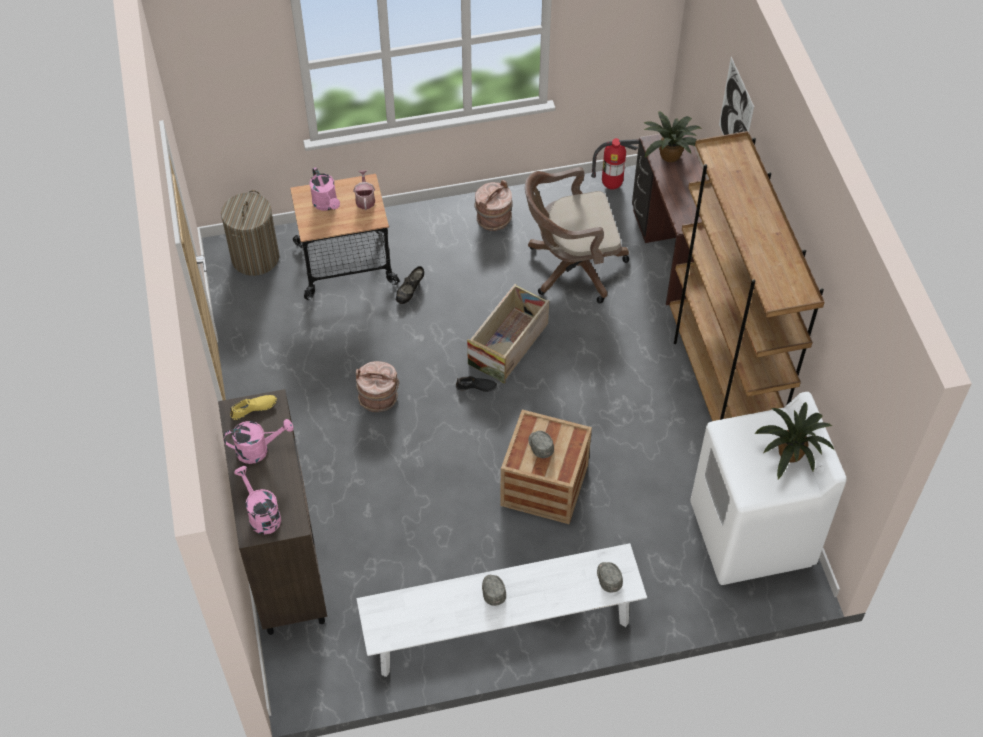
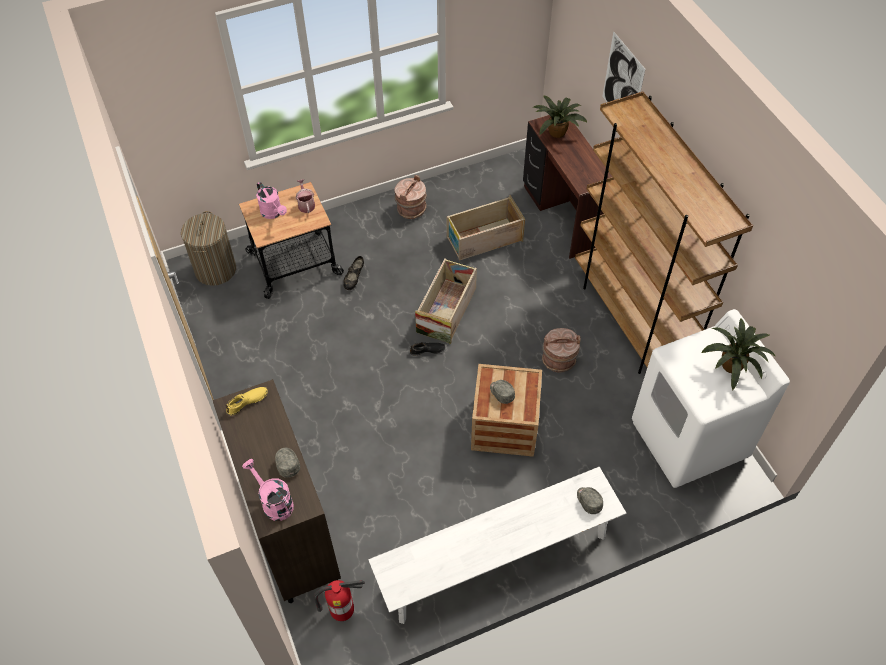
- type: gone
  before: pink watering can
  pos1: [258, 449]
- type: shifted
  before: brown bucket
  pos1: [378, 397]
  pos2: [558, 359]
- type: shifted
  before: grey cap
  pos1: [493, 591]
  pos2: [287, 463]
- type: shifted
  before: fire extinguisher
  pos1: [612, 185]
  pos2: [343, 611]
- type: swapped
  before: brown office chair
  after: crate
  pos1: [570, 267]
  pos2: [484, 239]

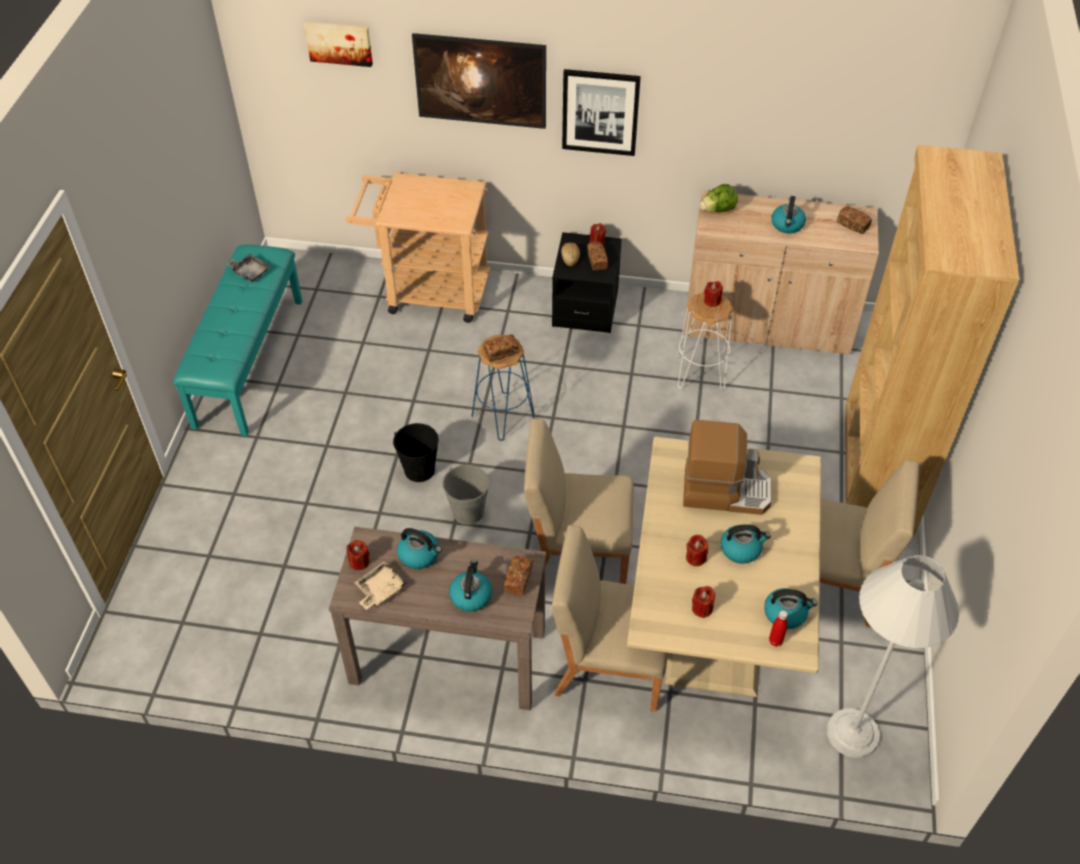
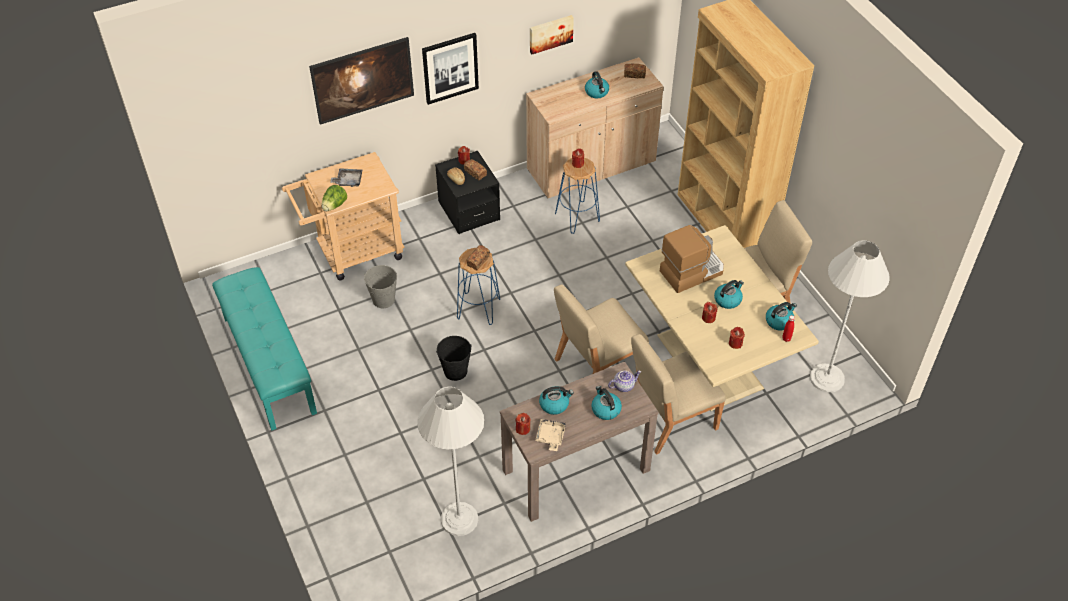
- type: new
  after: white floor lamp
  pos2: [459, 519]
- type: shifted
  before: grey tray
  pos1: [250, 272]
  pos2: [348, 181]
- type: shifted
  before: picture
  pos1: [339, 42]
  pos2: [550, 33]
- type: shifted
  before: grey bucket
  pos1: [468, 511]
  pos2: [383, 299]
- type: shifted
  before: lettuce
  pos1: [717, 210]
  pos2: [334, 205]
- type: swapped
  before: bread
  after: teapot
  pos1: [518, 580]
  pos2: [623, 385]
- type: repainted
  before: white stool
  after: blue stool
  pos1: [700, 373]
  pos2: [577, 217]

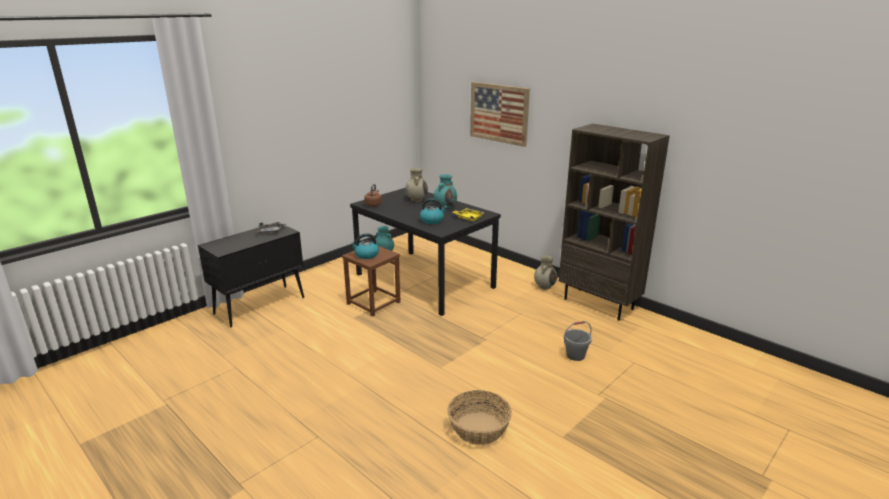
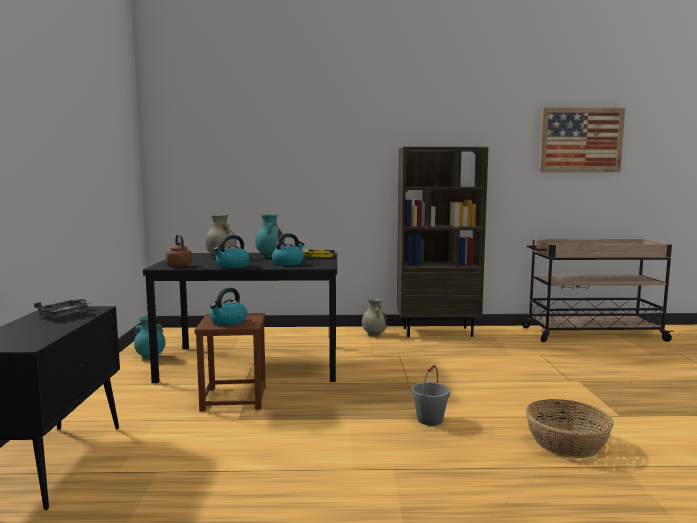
- type: new
  after: kettle
  pos2: [232, 266]
- type: new
  after: beige cart
  pos2: [591, 334]
- type: shifted
  before: picture
  pos1: [499, 113]
  pos2: [581, 140]
- type: shifted
  before: grey bucket
  pos1: [575, 355]
  pos2: [429, 419]

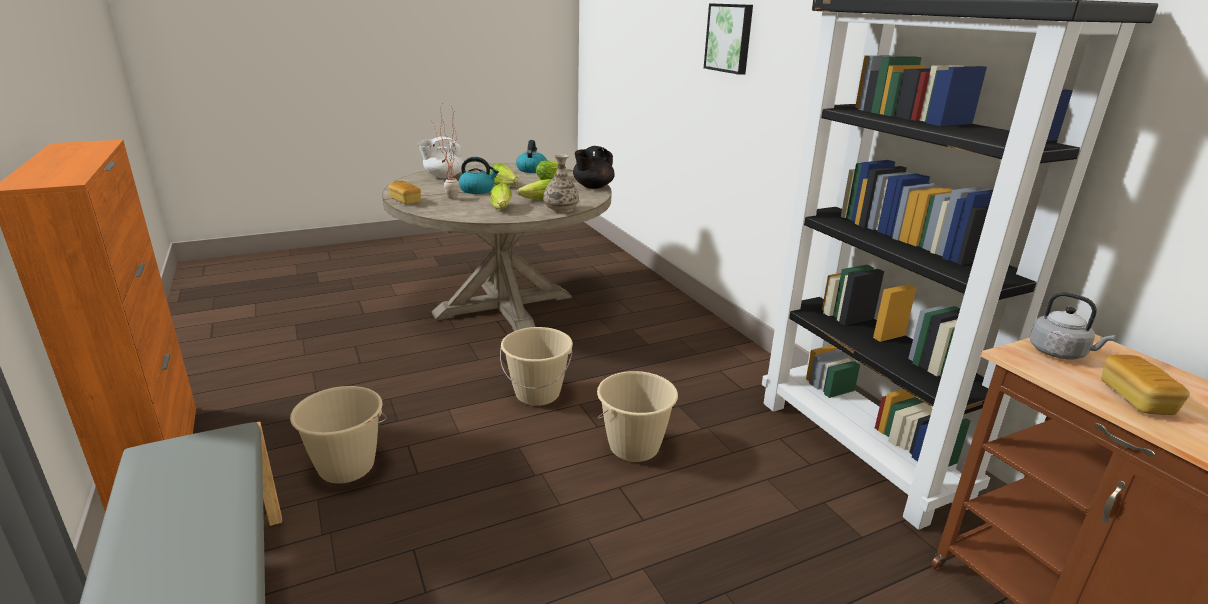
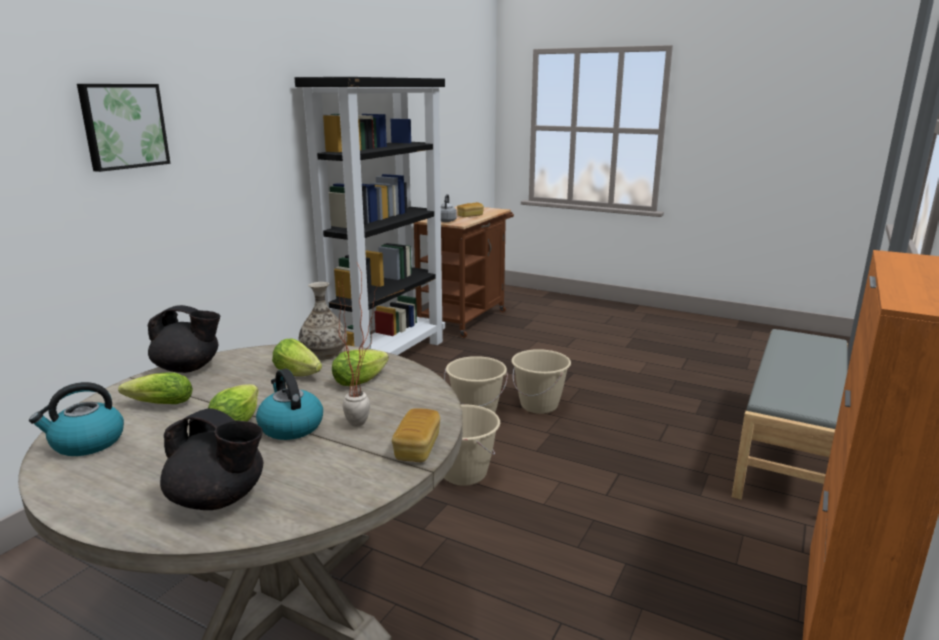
- type: shifted
  before: beige bucket
  pos1: [346, 467]
  pos2: [539, 405]
- type: repainted
  before: white teapot
  after: black teapot
  pos1: [443, 176]
  pos2: [219, 499]

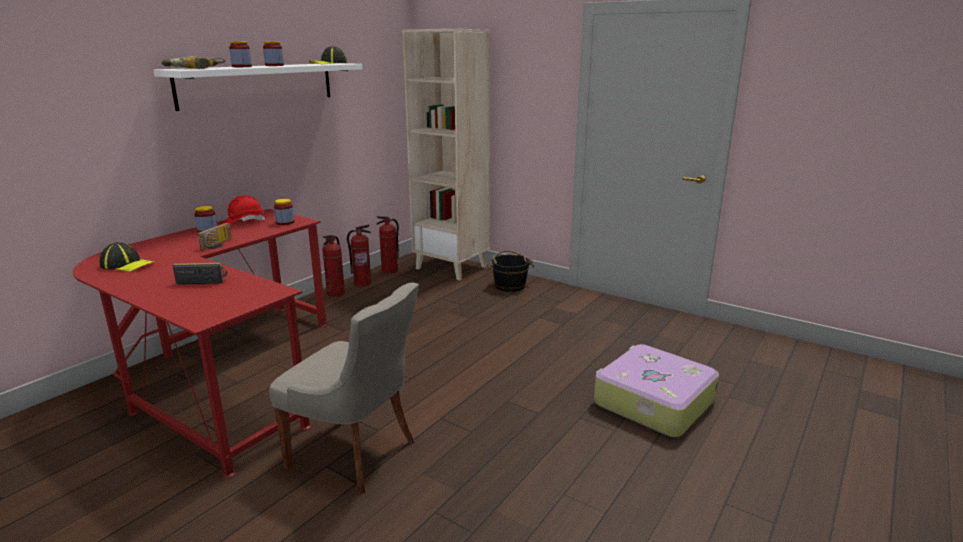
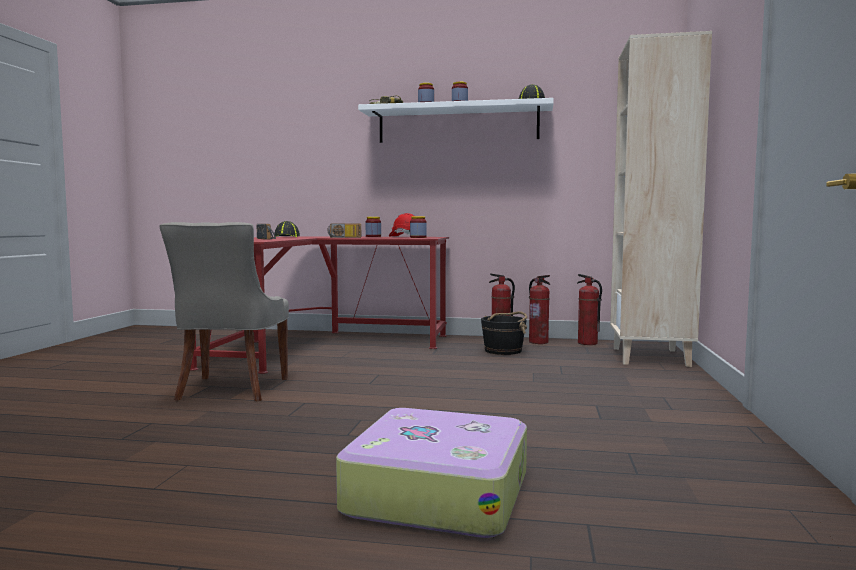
- type: shifted
  before: black bucket
  pos1: [510, 285]
  pos2: [504, 350]

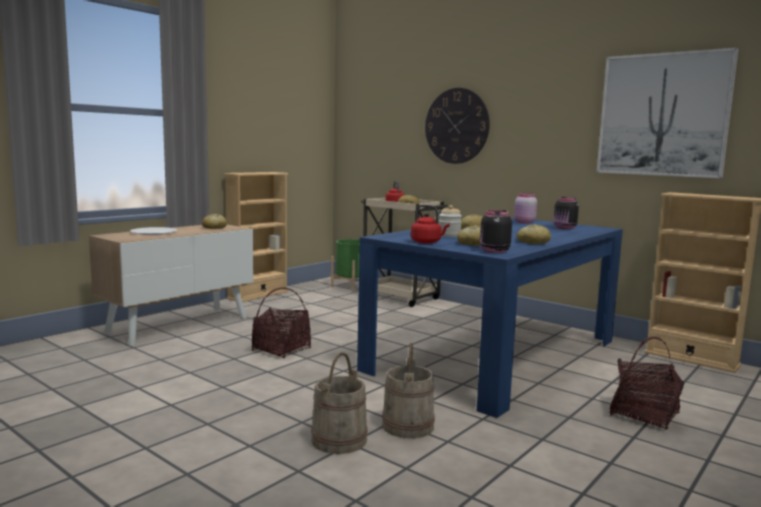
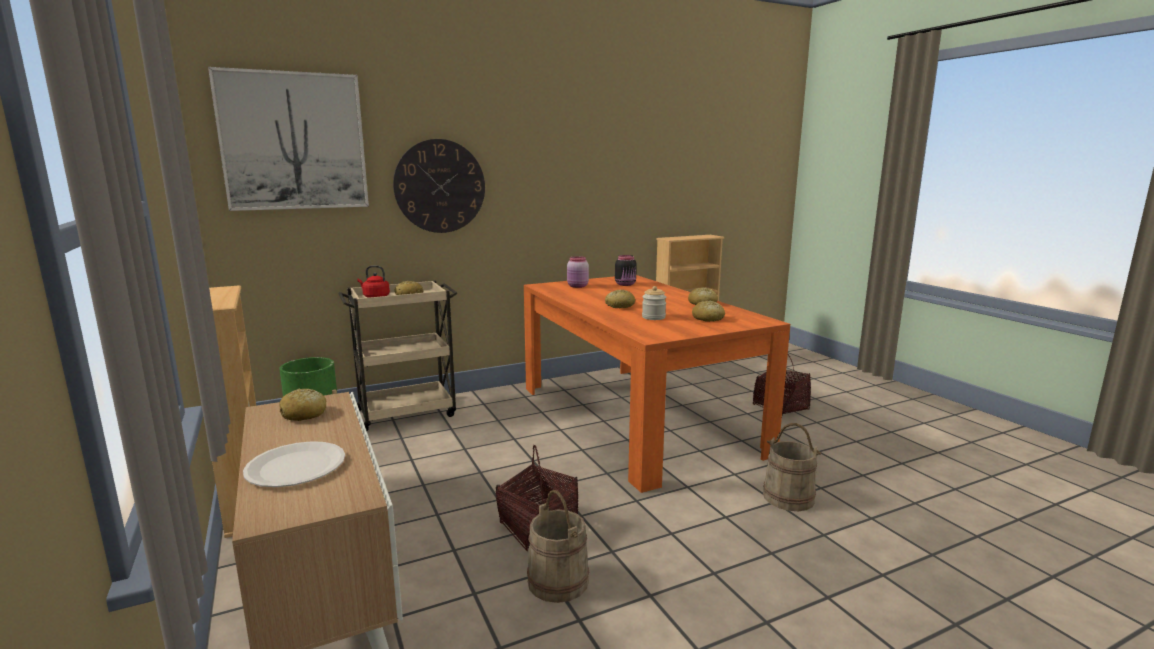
- type: gone
  before: red kettle
  pos1: [427, 242]
- type: gone
  before: black jar
  pos1: [493, 251]
- type: shifted
  before: beige bucket
  pos1: [338, 439]
  pos2: [557, 581]
- type: shifted
  before: picture
  pos1: [663, 115]
  pos2: [294, 141]
- type: repainted
  before: blue dining table
  after: orange dining table
  pos1: [495, 355]
  pos2: [636, 418]

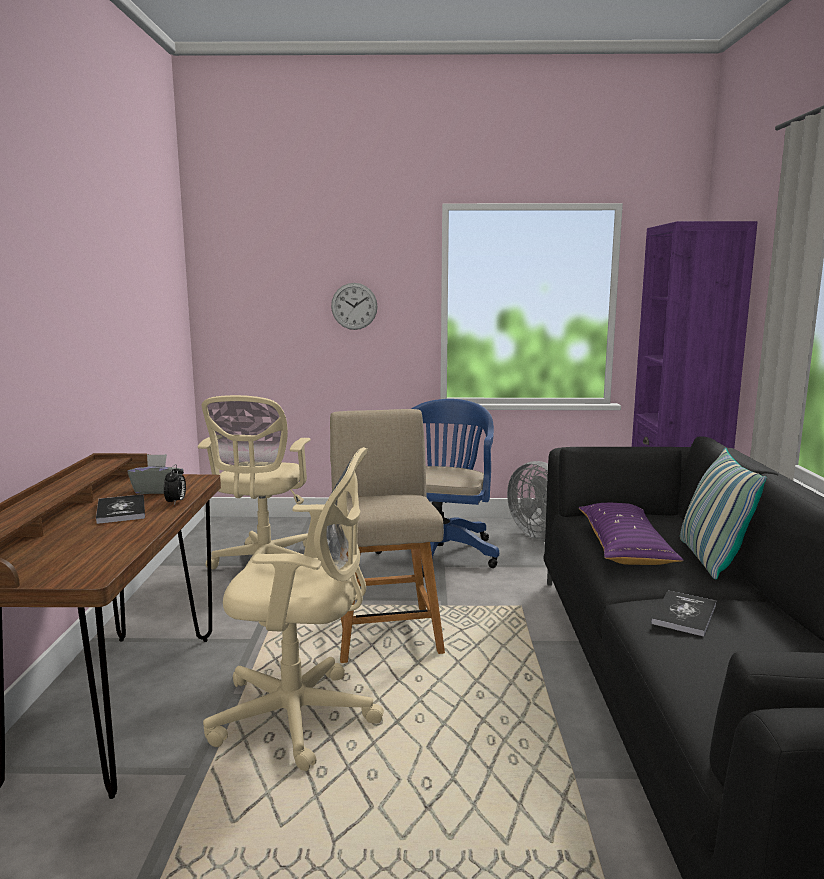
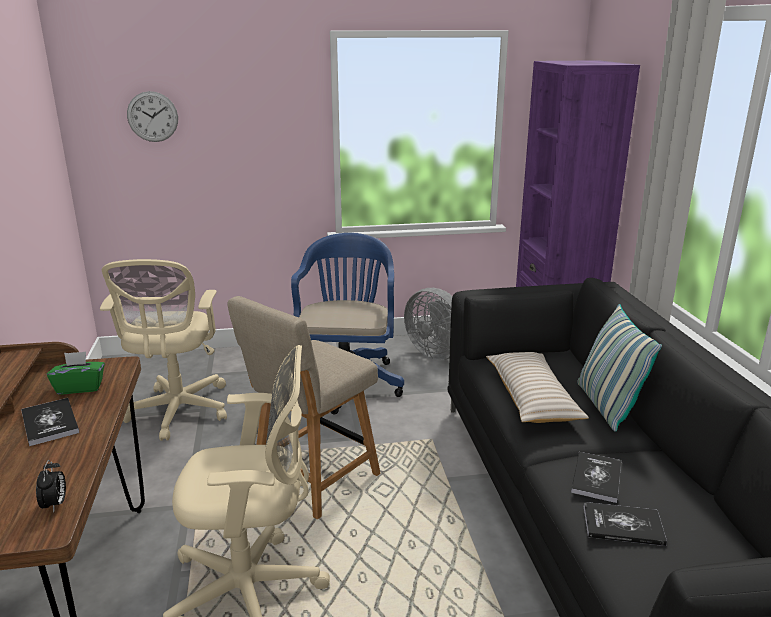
- type: new
  after: book
  pos2: [623, 525]
- type: shifted
  before: alarm clock
  pos1: [176, 502]
  pos2: [55, 505]
- type: shifted
  before: wall clock
  pos1: [354, 306]
  pos2: [152, 116]
- type: repainted
  before: grey tissue box
  after: green tissue box
  pos1: [158, 490]
  pos2: [80, 387]
- type: repainted
  before: purple pillow
  after: beige pillow
  pos1: [624, 548]
  pos2: [531, 398]
- type: rotated
  before: beige chair
  pos1: [385, 631]
  pos2: [312, 481]
  turn: -120

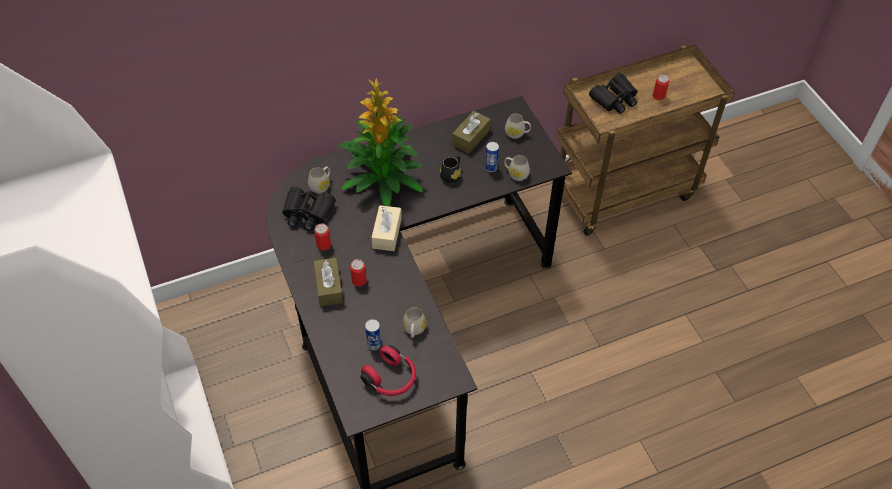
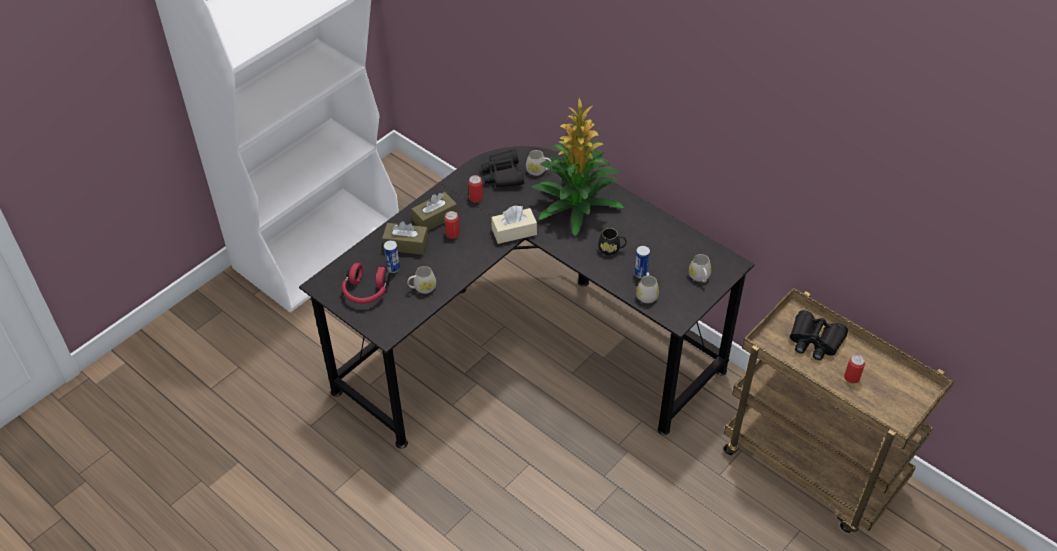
- type: shifted
  before: brown tissue box
  pos1: [470, 137]
  pos2: [406, 245]

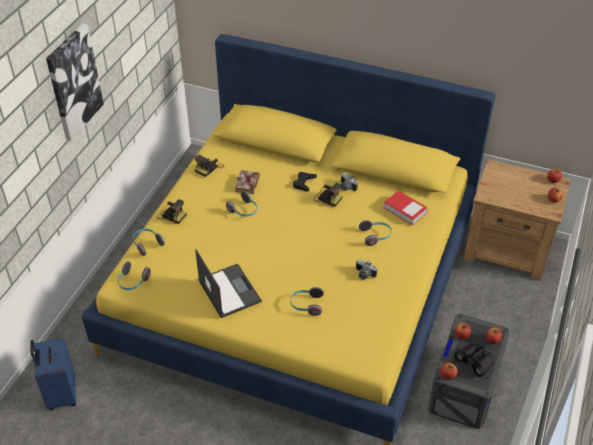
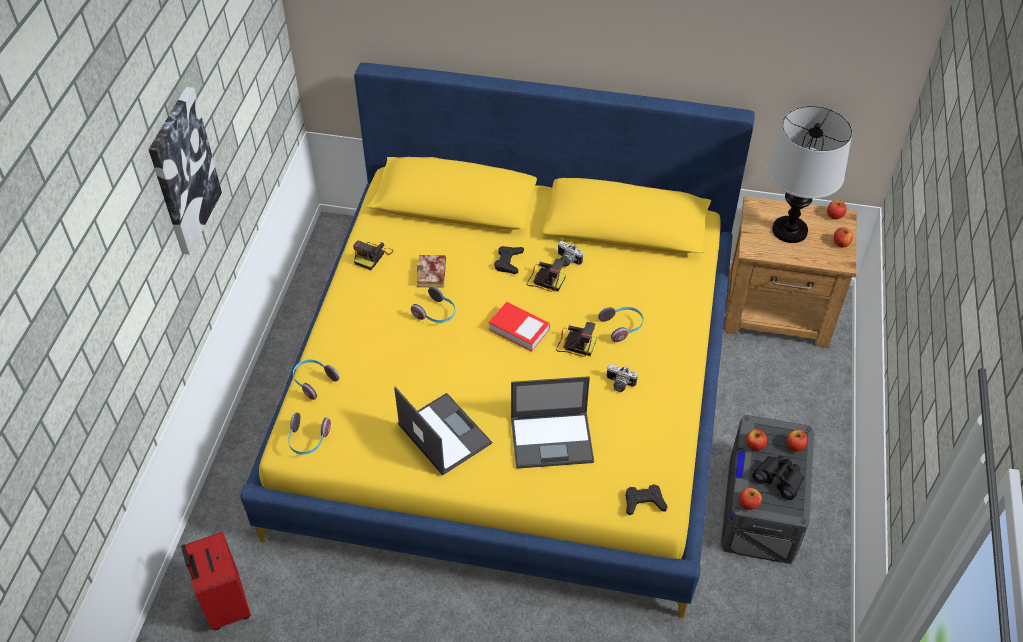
- type: new
  after: black game controller
  pos2: [644, 502]
- type: new
  after: table lamp
  pos2: [789, 230]
- type: shifted
  before: photo camera
  pos1: [171, 215]
  pos2: [575, 343]
- type: shifted
  before: book
  pos1: [405, 210]
  pos2: [519, 329]
- type: swapped
  before: headphones
  after: laptop
  pos1: [306, 305]
  pos2: [552, 439]
- type: repainted
  before: blue suitcase
  after: red suitcase
  pos1: [61, 394]
  pos2: [225, 605]

